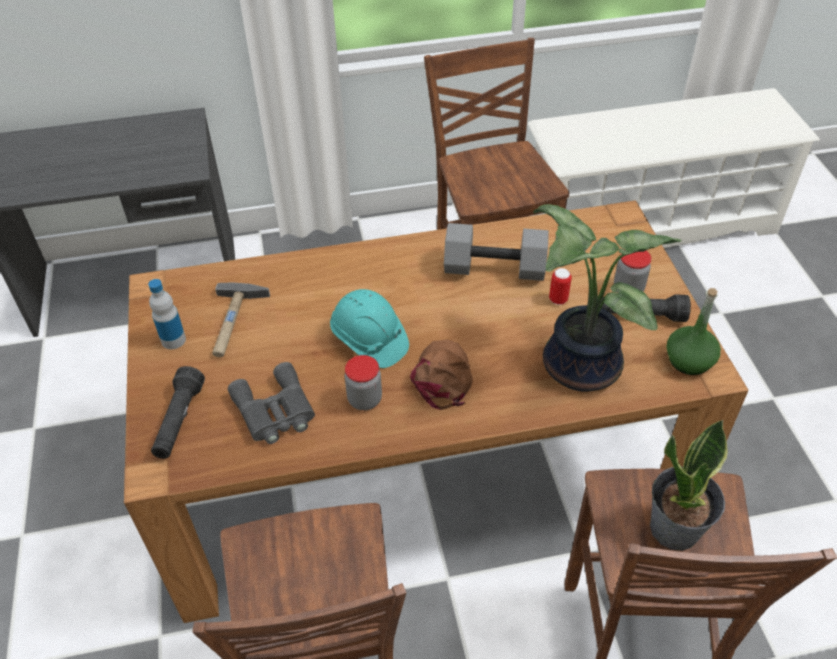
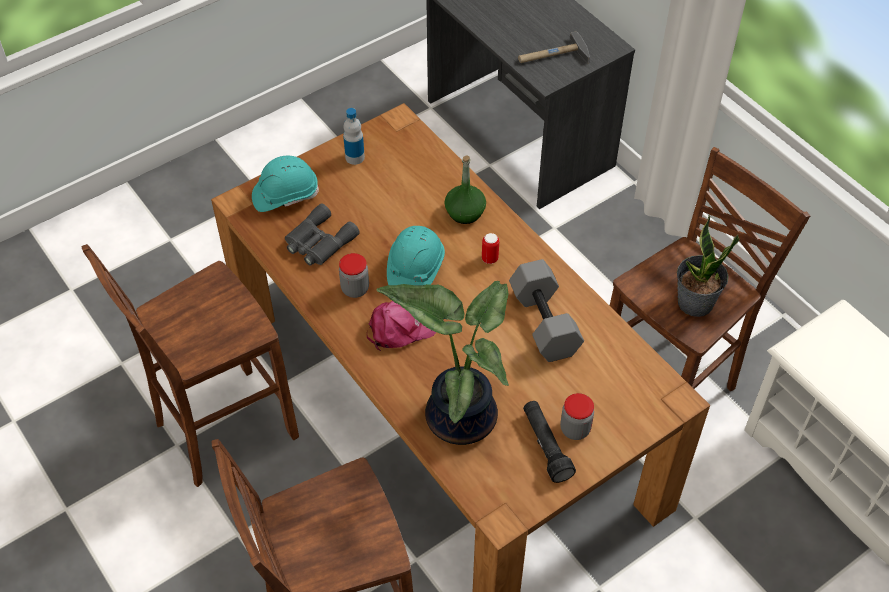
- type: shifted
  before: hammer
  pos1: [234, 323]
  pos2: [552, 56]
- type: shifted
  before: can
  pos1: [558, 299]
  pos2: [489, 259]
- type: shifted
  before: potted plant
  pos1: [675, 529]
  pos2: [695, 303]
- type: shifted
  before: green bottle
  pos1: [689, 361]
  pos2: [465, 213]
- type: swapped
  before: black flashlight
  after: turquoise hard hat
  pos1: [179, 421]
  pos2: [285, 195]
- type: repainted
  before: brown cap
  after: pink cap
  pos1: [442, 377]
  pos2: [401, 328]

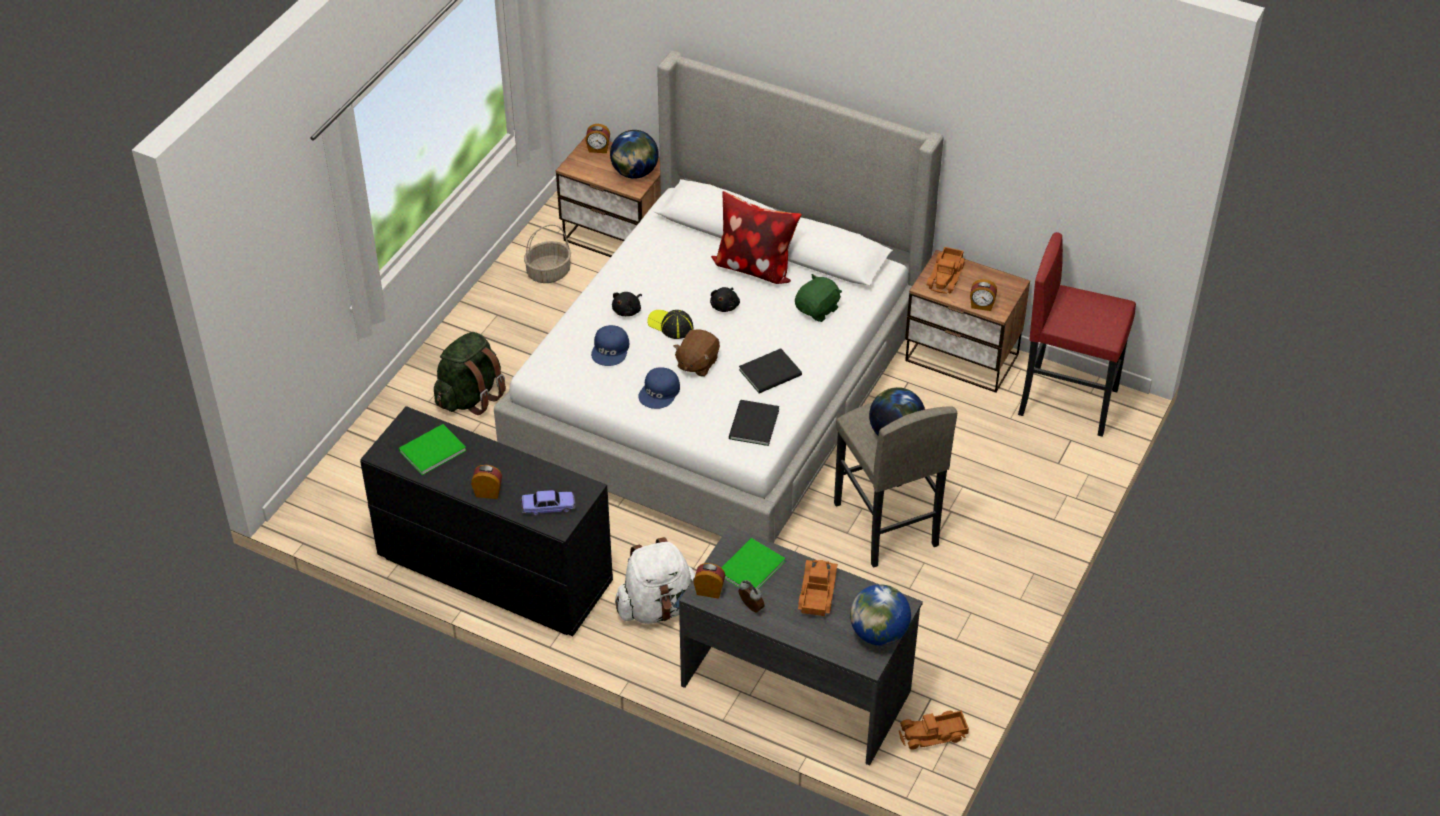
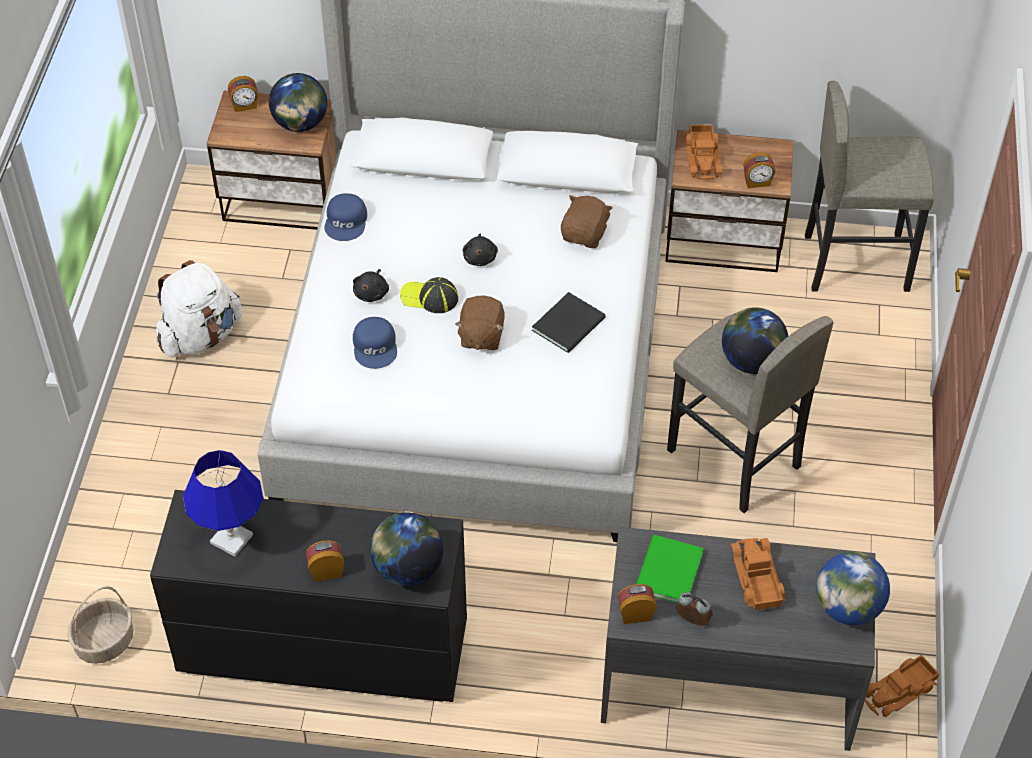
- type: gone
  before: green backpack
  pos1: [470, 396]
- type: gone
  before: pillow
  pos1: [754, 266]
- type: gone
  before: black book
  pos1: [752, 425]
- type: shifted
  before: basket
  pos1: [548, 273]
  pos2: [105, 642]
- type: shifted
  before: white backpack
  pos1: [658, 607]
  pos2: [201, 336]
- type: shifted
  before: blue cap
  pos1: [660, 392]
  pos2: [346, 221]
- type: swapped
  before: green book
  after: blue table lamp
  pos1: [430, 450]
  pos2: [231, 538]
- type: swapped
  before: toy car
  after: globe
  pos1: [548, 507]
  pos2: [407, 569]
- type: repainted
  before: green plush toy
  after: brown plush toy
  pos1: [818, 310]
  pos2: [585, 234]
- type: repainted
  before: red stool
  after: grey stool
  pos1: [1068, 401]
  pos2: [855, 262]

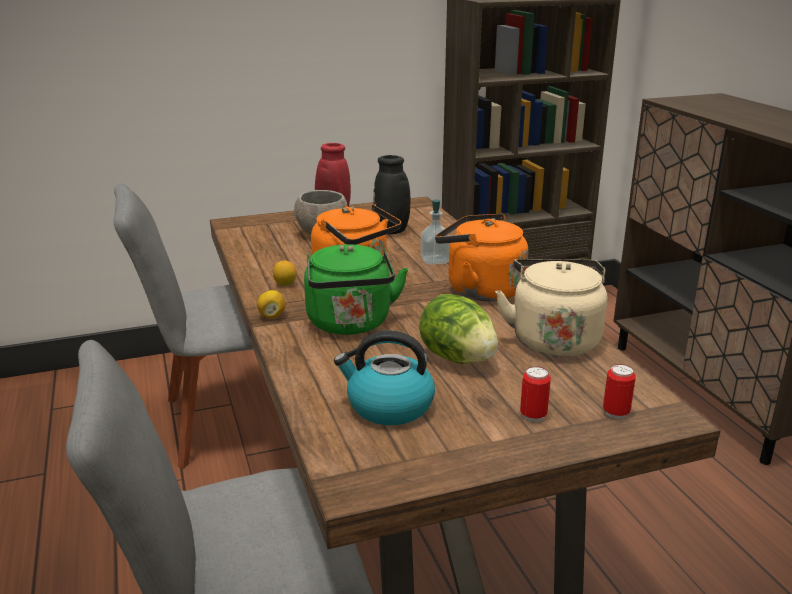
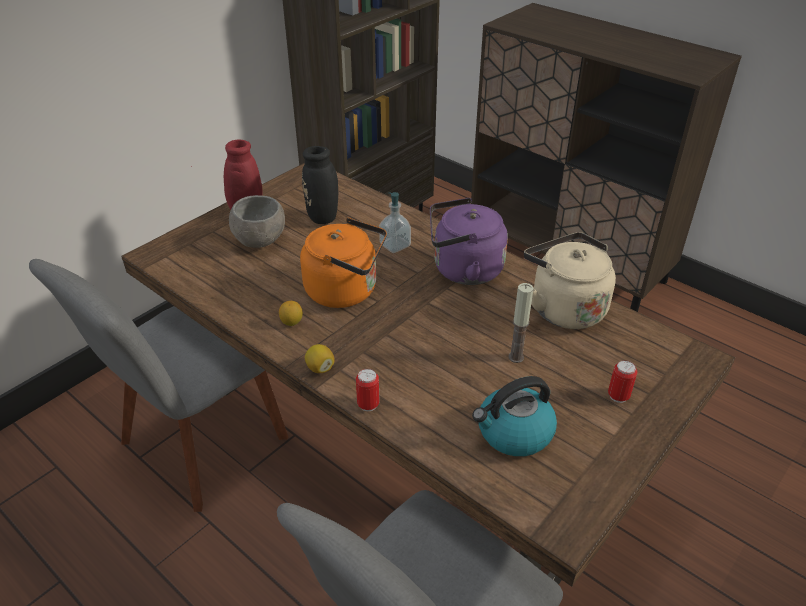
- type: gone
  before: green kettle
  pos1: [350, 324]
- type: shifted
  before: can
  pos1: [616, 413]
  pos2: [368, 404]
- type: swapped
  before: lettuce
  after: candle
  pos1: [457, 358]
  pos2: [516, 357]
- type: repainted
  before: orange kettle
  after: purple kettle
  pos1: [480, 290]
  pos2: [463, 270]

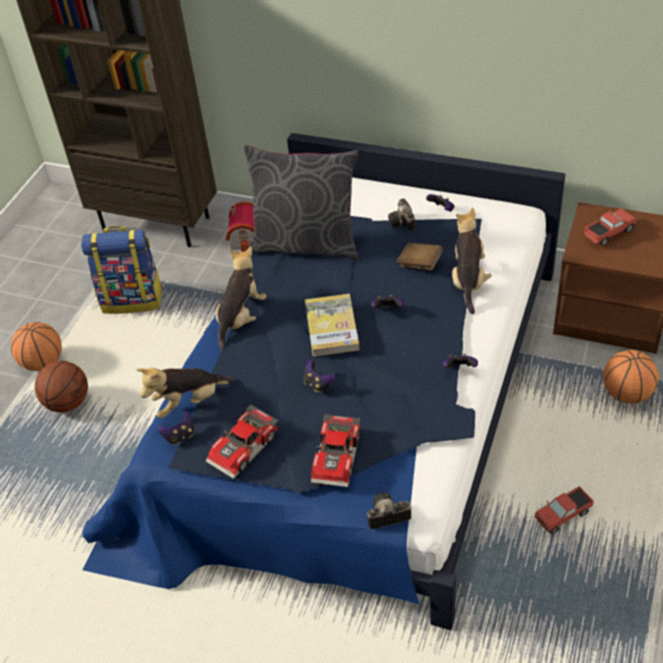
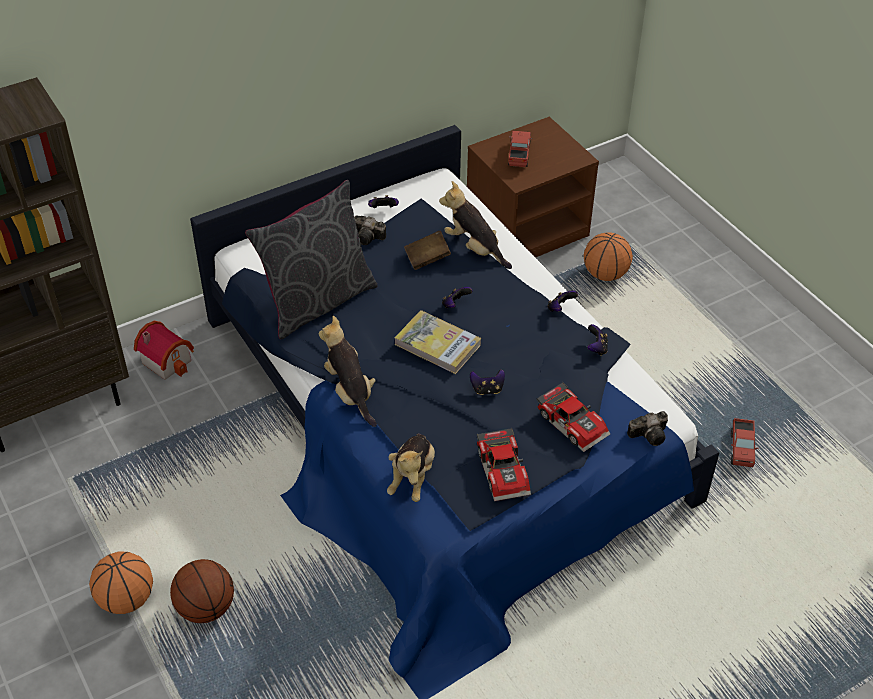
- type: gone
  before: backpack
  pos1: [133, 299]
- type: shifted
  before: game controller
  pos1: [180, 436]
  pos2: [596, 348]
- type: shifted
  before: toy truck
  pos1: [563, 516]
  pos2: [741, 449]
- type: rotated
  before: photo camera
  pos1: [385, 516]
  pos2: [650, 434]
  turn: -135

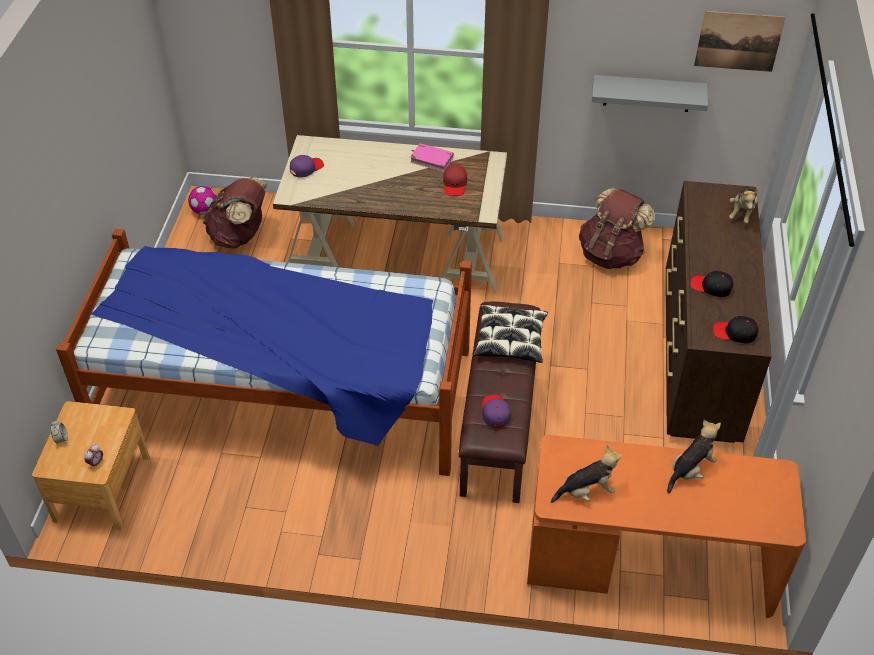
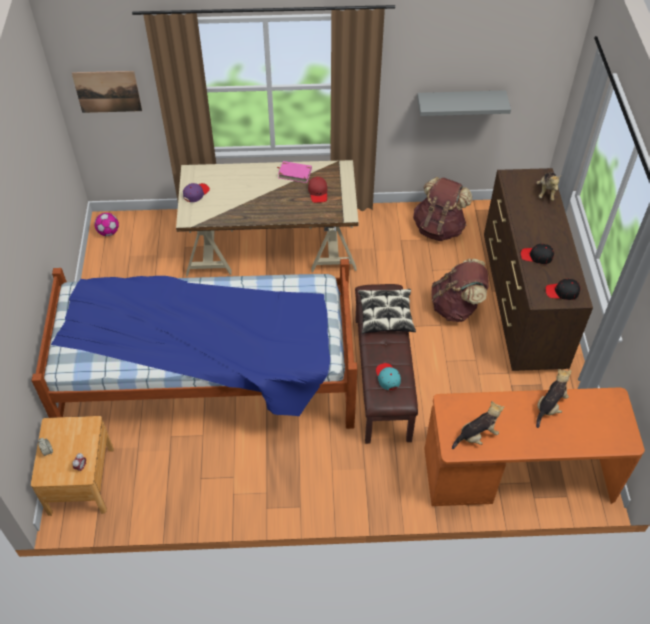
- type: shifted
  before: brown backpack
  pos1: [240, 236]
  pos2: [456, 307]
- type: shifted
  before: picture
  pos1: [738, 41]
  pos2: [107, 91]
- type: repainted
  before: purple cap
  after: turquoise cap
  pos1: [495, 412]
  pos2: [387, 377]

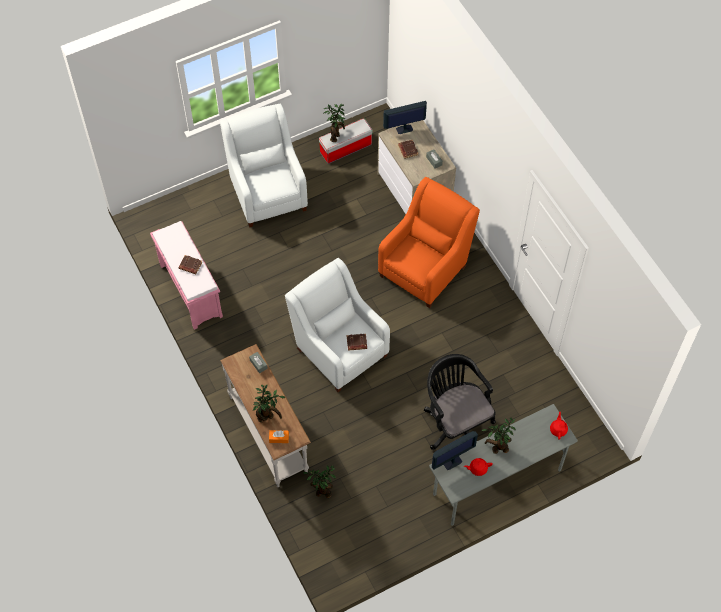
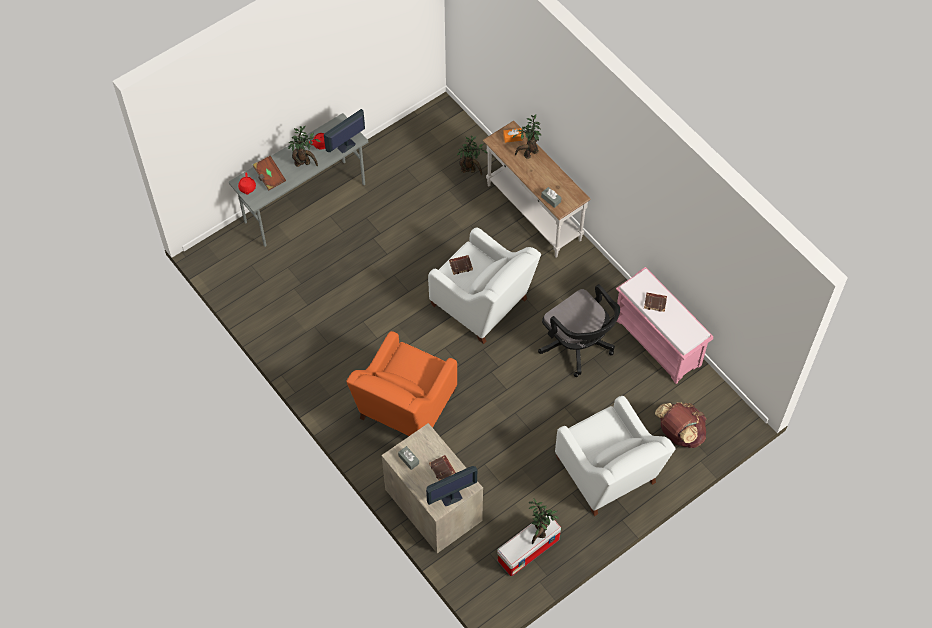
- type: new
  after: brown book
  pos2: [269, 177]
- type: new
  after: brown backpack
  pos2: [679, 433]
- type: shifted
  before: black office chair
  pos1: [455, 423]
  pos2: [578, 346]

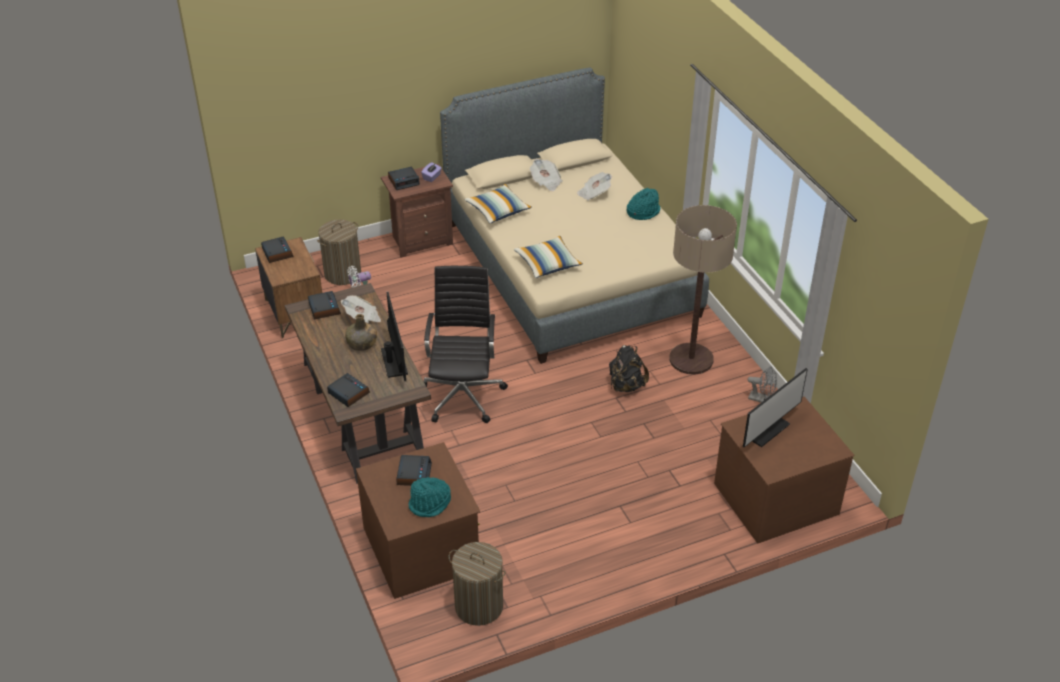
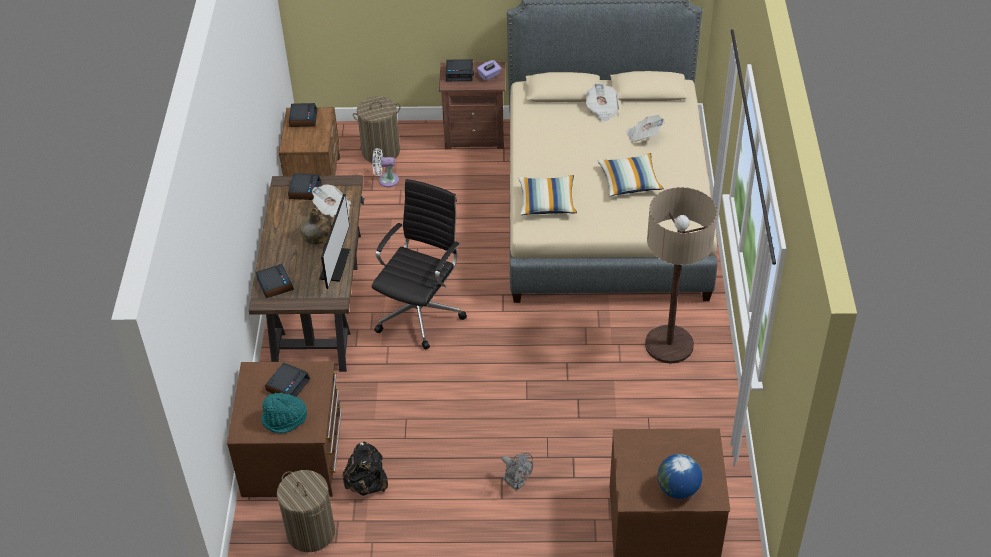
- type: gone
  before: turquoise hat
  pos1: [643, 212]
- type: gone
  before: monitor
  pos1: [767, 430]
- type: new
  after: globe
  pos2: [678, 489]
- type: shifted
  before: pillow
  pos1: [498, 210]
  pos2: [629, 182]
- type: shifted
  before: black backpack
  pos1: [626, 385]
  pos2: [367, 484]
- type: shifted
  before: grey fan
  pos1: [761, 399]
  pos2: [516, 483]

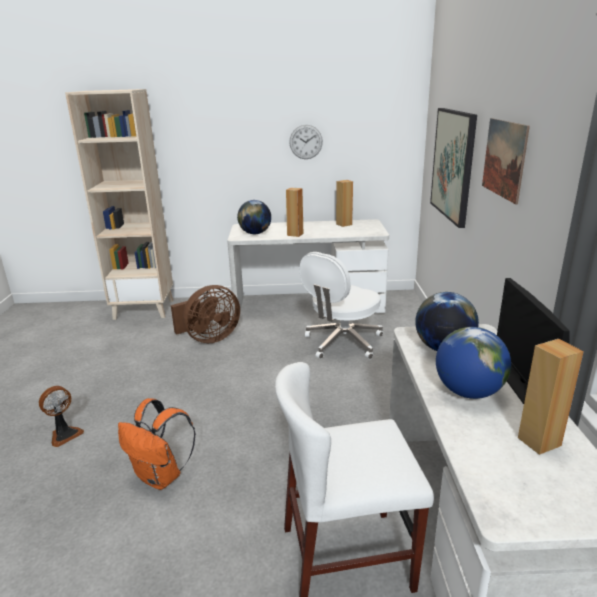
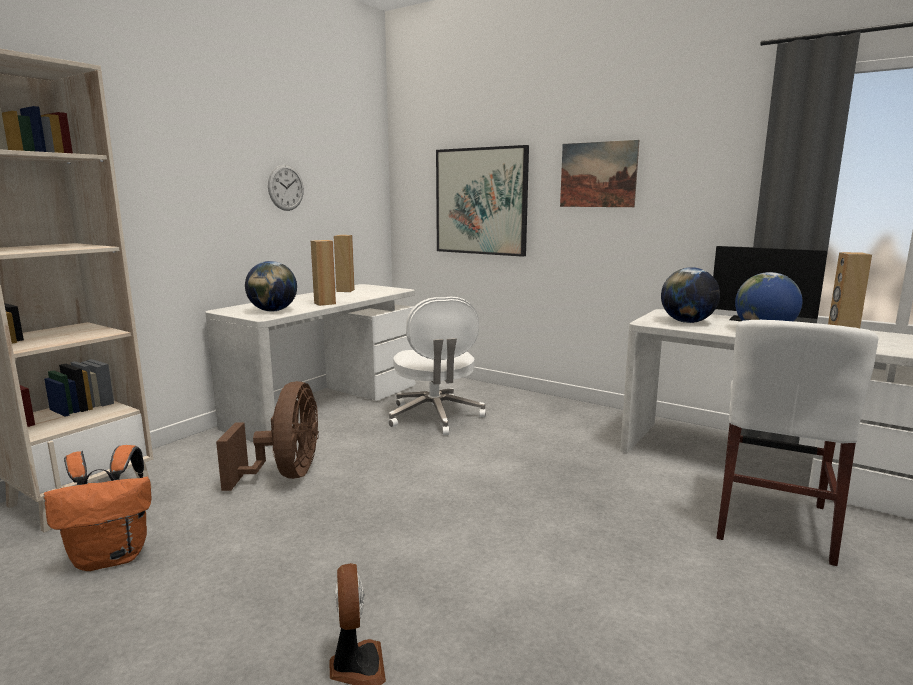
- type: shifted
  before: orange backpack
  pos1: [161, 476]
  pos2: [113, 556]

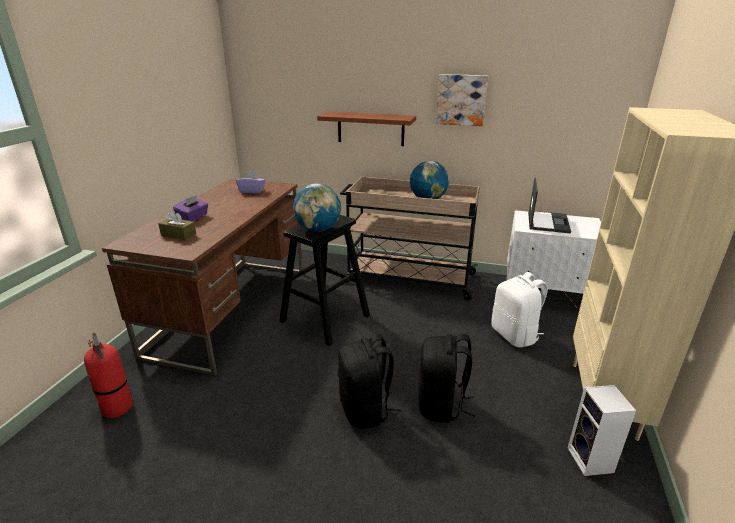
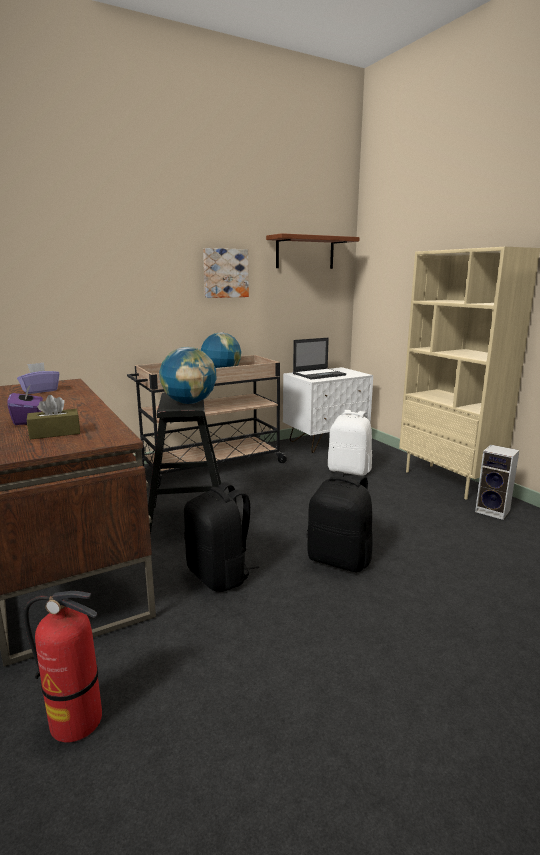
- type: shifted
  before: brown shelf
  pos1: [370, 128]
  pos2: [305, 252]
- type: shifted
  before: black backpack
  pos1: [441, 405]
  pos2: [220, 575]
- type: rotated
  before: laptop
  pos1: [547, 222]
  pos2: [319, 374]
  turn: 90

